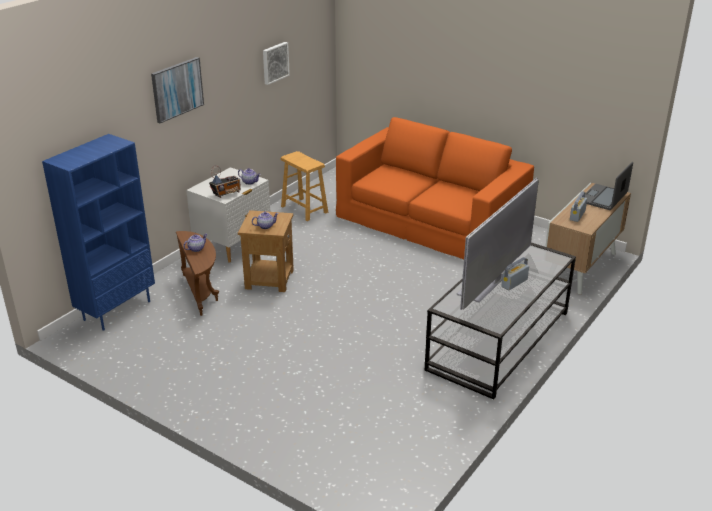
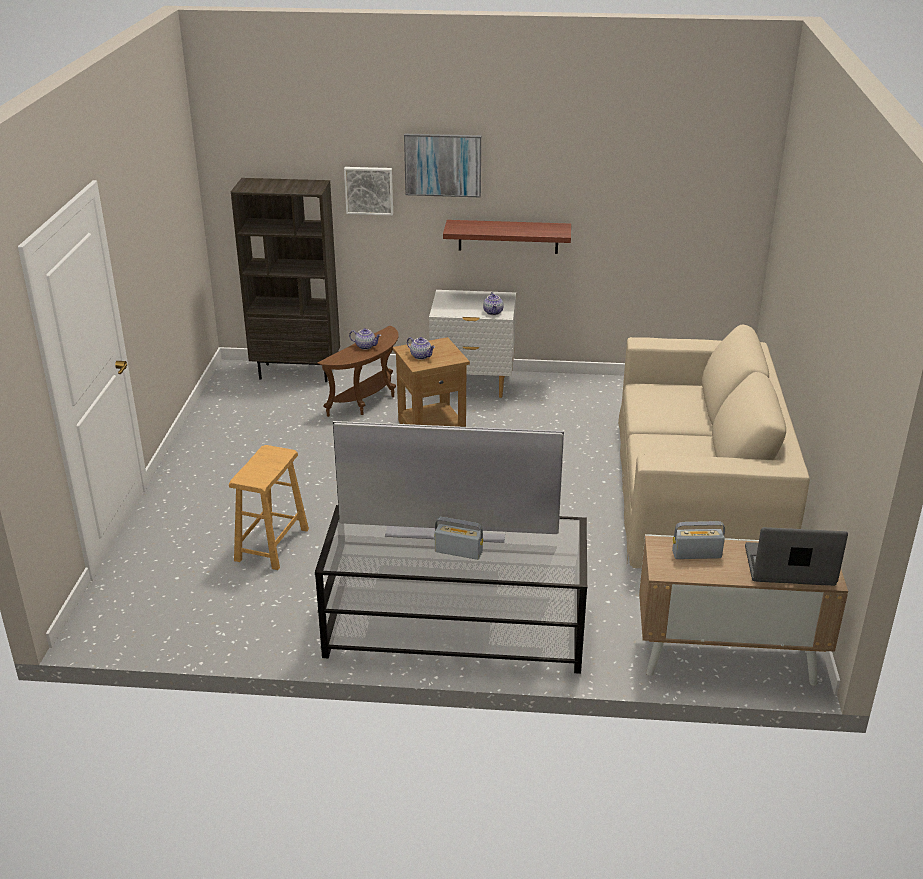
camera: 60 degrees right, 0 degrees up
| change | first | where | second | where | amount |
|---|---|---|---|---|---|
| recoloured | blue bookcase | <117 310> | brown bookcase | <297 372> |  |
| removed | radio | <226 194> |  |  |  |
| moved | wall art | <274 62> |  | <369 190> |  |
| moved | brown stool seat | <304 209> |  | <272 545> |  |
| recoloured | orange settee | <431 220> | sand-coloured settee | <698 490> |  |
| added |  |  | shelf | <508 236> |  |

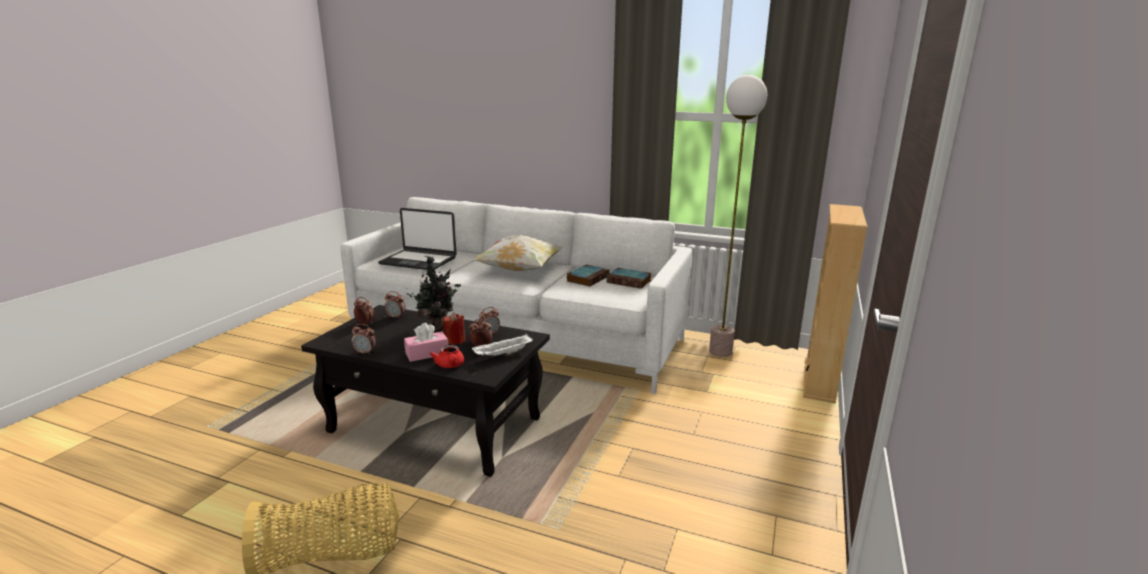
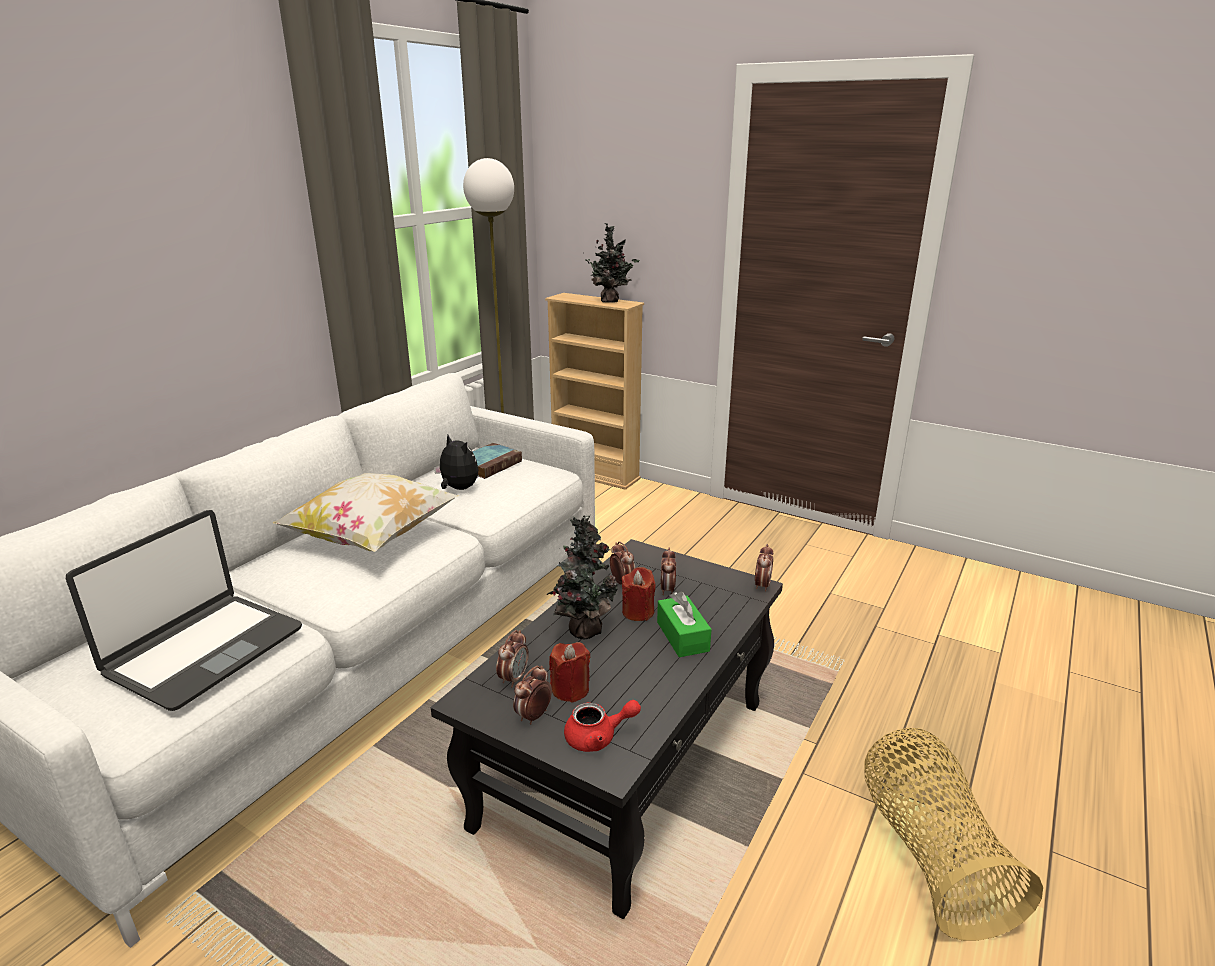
camera: 80 degrees left, 5 degrees up
| change | first | where | second | where | amount |
|---|---|---|---|---|---|
| moved | alarm clock | <365 353> |  | <762 585> |  |
| recoloured | pinkish tissue box | <427 354> | green tissue box | <682 636> |  |
| moved | red-coloured tea pot | <450 366> |  | <598 737> |  |
| removed | white-coloured tray | <503 355> |  |  |  |
| replaced | volume | <588 278> | cuddly toy | <458 489> |  |
| added |  |  | red-coloured wax candle | <570 689> |  |
| added |  |  | houseplant | <611 301> |  |

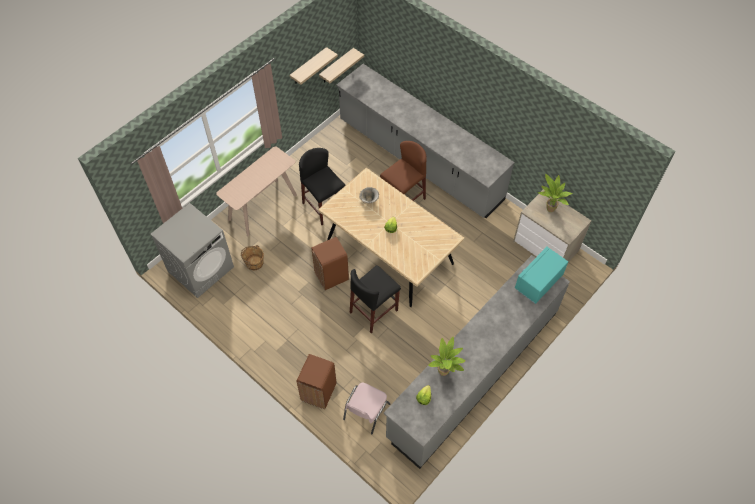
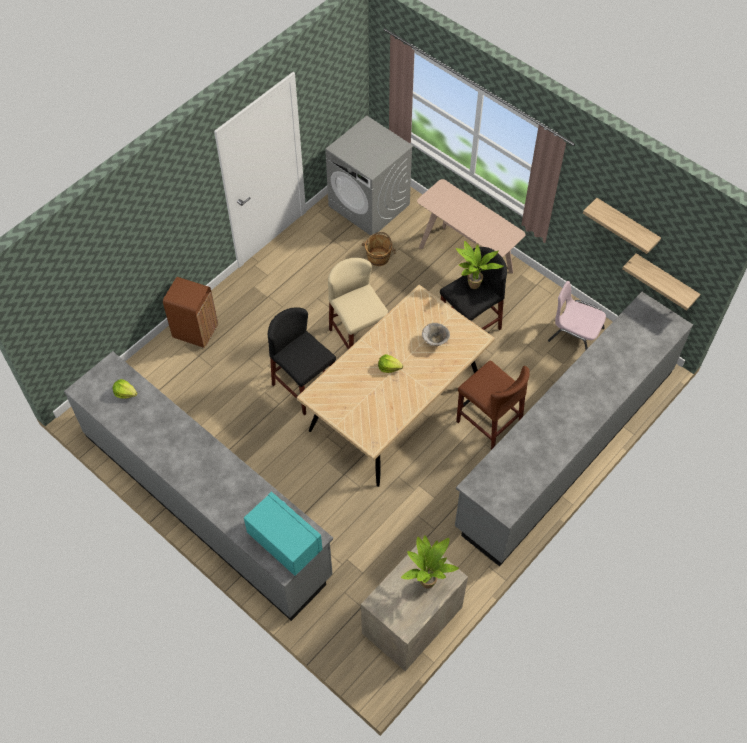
camera: 90 degrees right, 0 degrees up
| change | first | where | second | where | amount |
|---|---|---|---|---|---|
| replaced | brown trash can | <331 276> | sand-coloured stool seat | <358 339> |  |
| moved | pinkish upright chair | <365 412> |  | <575 334> |  |
| moved | houseplant | <445 372> |  | <473 287> |  |

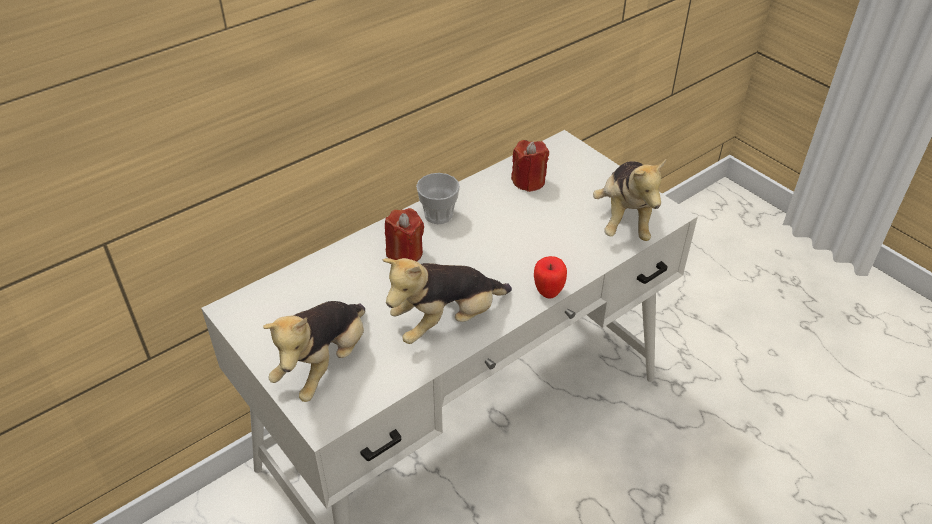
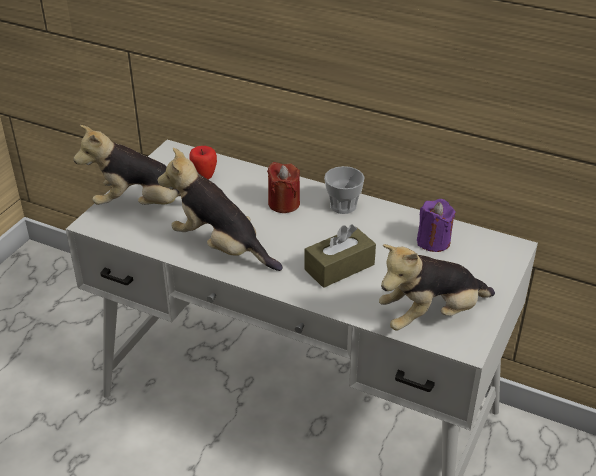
camera: 65 degrees right, 5 degrees down
| change | first | where | second | where | amount |
|---|---|---|---|---|---|
| recoloured | red-coloured wax candle | <528 181> | purple-coloured wax candle | <433 241> |  |
| moved | apple fruit | <548 292> |  | <204 176> |  |
| added |  |  | brown tissue box | <339 267> |  |

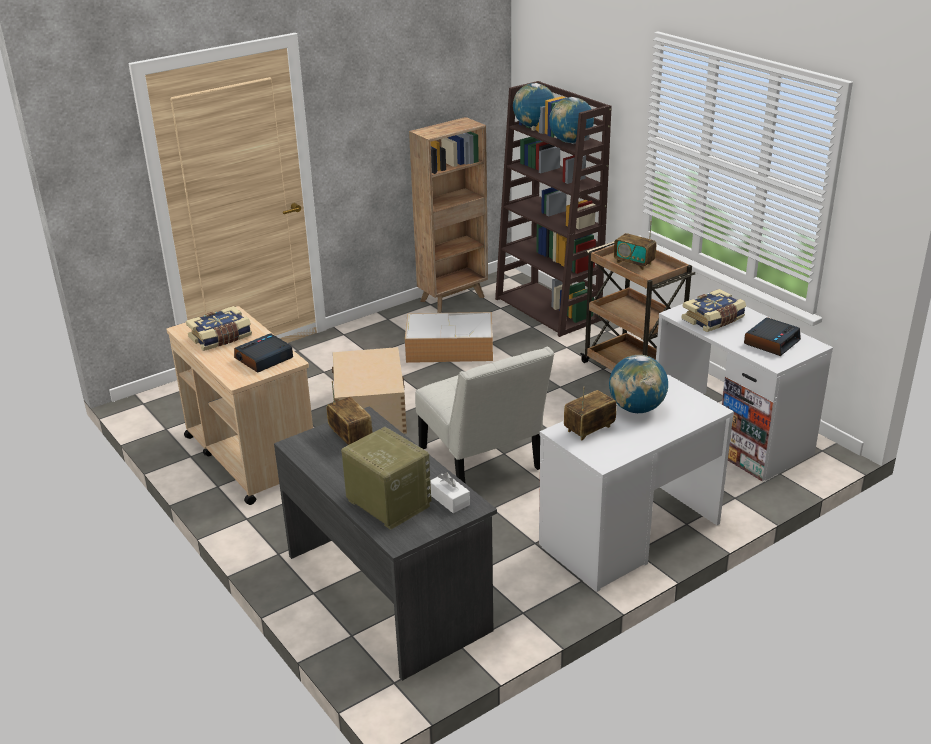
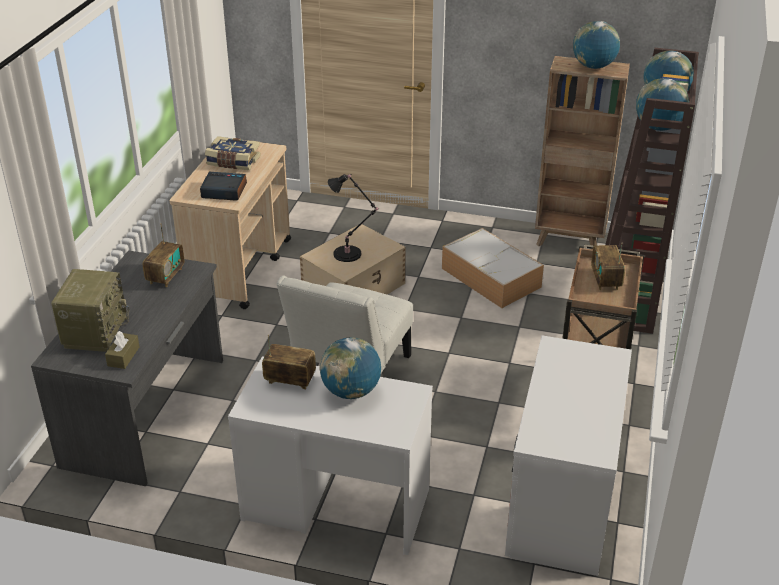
camera: 50 degrees right, 5 degrees up
| change | first | where | second | where | amount |
|---|---|---|---|---|---|
| recoloured | white-coloured tissue box | <449 500> | brown tissue box | <123 356> |  |
| removed | volume | <713 320> |  |  |  |
| removed | alarm clock | <771 342> |  |  |  |
| added |  |  | black-coloured tabletop lamp | <349 254> |  |
| added |  |  | desk globe | <593 67> |  |

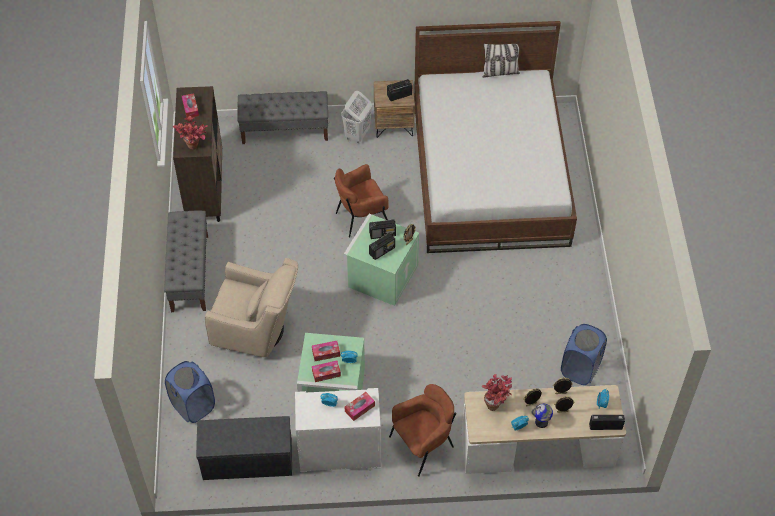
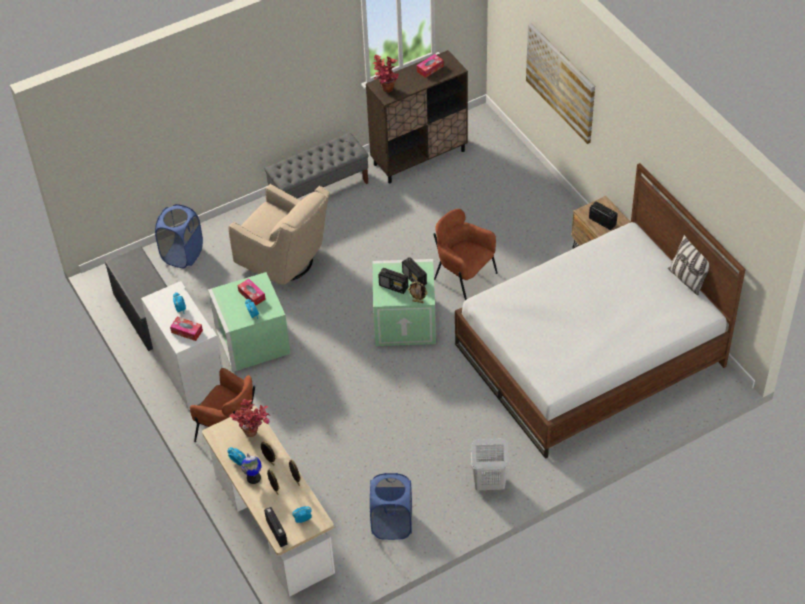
camera: 65 degrees right, 5 degrees down
| change | first | where | second | where | amount |
|---|---|---|---|---|---|
| turned | sand-coloured easy chair | <257 330> |  | <286 261> | 45 degrees counterclockwise |
| removed | gray bench | <285 130> |  |  |  |
| removed | tissue box | <326 373> |  |  |  |
| moved | white-coloured laundry basket | <357 134> |  | <488 483> |  |
| added |  |  | wall art | <560 82> |  |

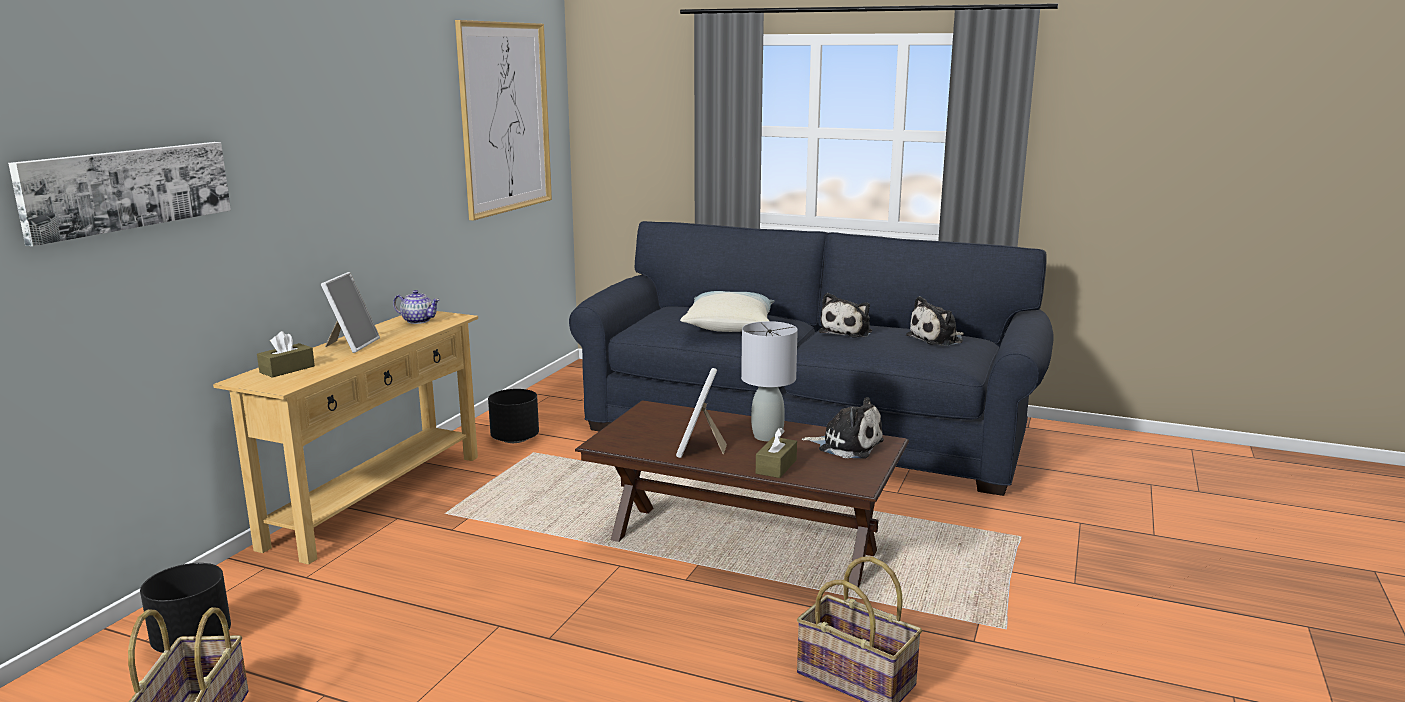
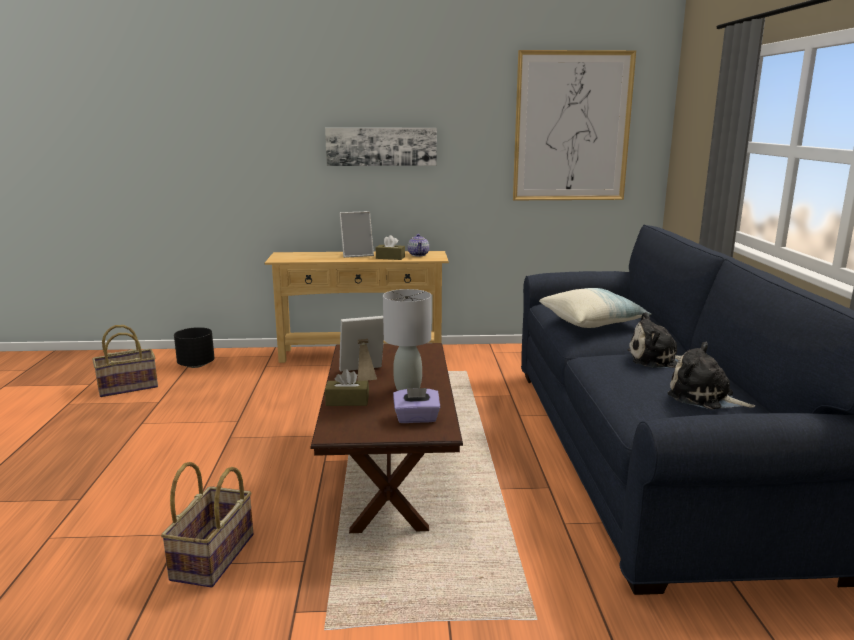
camera: 65 degrees right, 0 degrees up
| change | first | where | second | where | amount |
|---|---|---|---|---|---|
| moved | wall art | <127 189> |  | <381 146> |  |
| moved | brown tissue box | <287 369> |  | <390 258> |  |
| removed | black-coloured planter | <515 439> |  |  |  |
| replaced | cuddly toy | <847 445> | purple-coloured tissue box | <416 418> |  |

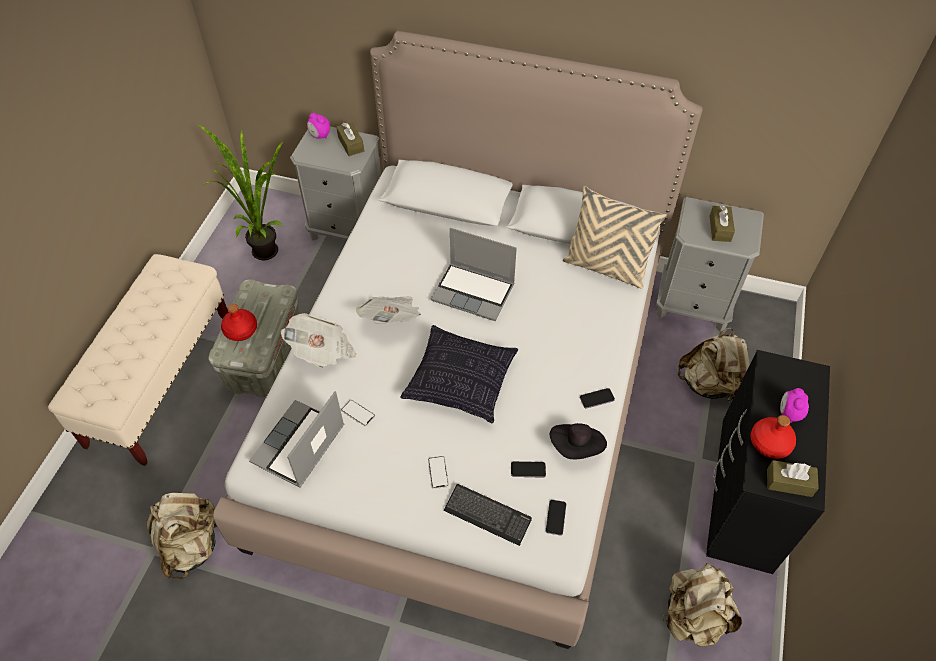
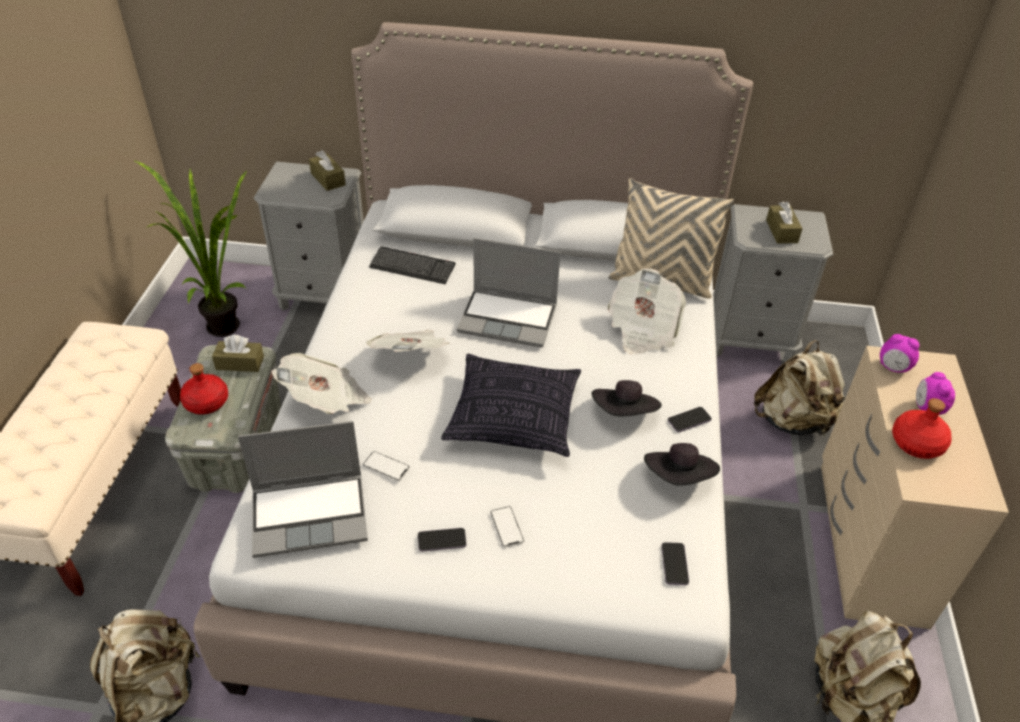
camera: 10 degrees left, 10 degrees down
| change | first | where | second | where | amount |
|---|---|---|---|---|---|
| turned | notebook computer | <299 446> |  | <311 514> | 120 degrees counterclockwise |
| moved | alarm clock | <320 136> |  | <893 368> |  |
| moved | keyboard | <487 515> |  | <412 267> |  |
| moved | handset | <528 470> |  | <442 540> |  |
| recoloured | black-coloured chest of drawers | <743 496> | sand-coloured chest of drawers | <868 542> |  |
| moved | brown tissue box | <789 482> |  | <240 363> |  |
| added |  |  | black-coloured clothing hat | <624 413> |  |
| added |  |  | daily paper | <643 329> |  |

